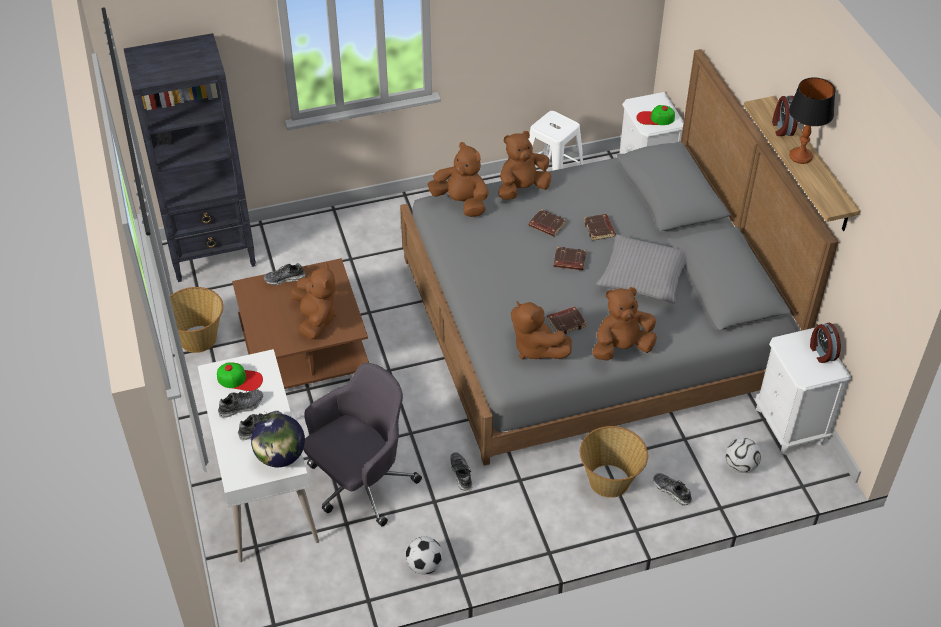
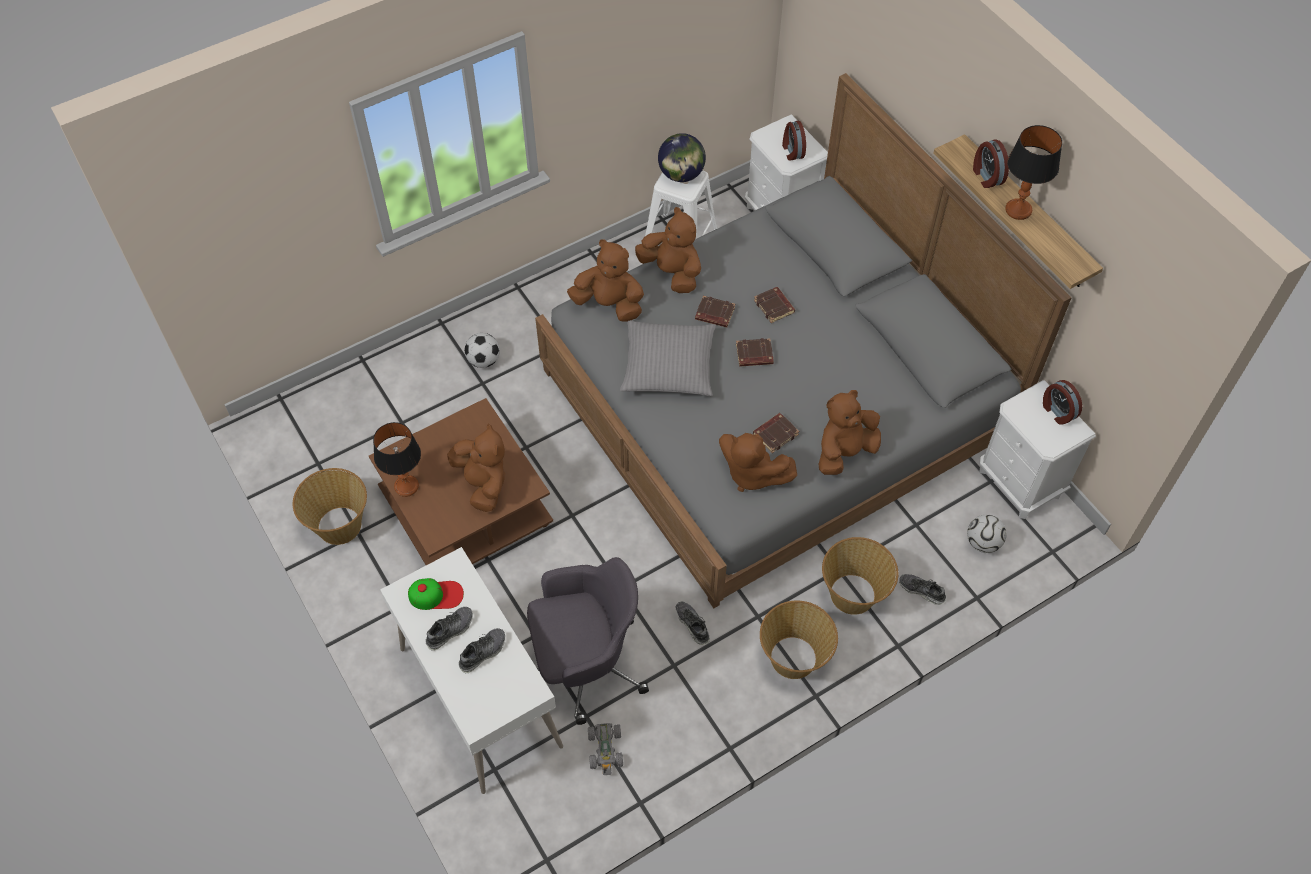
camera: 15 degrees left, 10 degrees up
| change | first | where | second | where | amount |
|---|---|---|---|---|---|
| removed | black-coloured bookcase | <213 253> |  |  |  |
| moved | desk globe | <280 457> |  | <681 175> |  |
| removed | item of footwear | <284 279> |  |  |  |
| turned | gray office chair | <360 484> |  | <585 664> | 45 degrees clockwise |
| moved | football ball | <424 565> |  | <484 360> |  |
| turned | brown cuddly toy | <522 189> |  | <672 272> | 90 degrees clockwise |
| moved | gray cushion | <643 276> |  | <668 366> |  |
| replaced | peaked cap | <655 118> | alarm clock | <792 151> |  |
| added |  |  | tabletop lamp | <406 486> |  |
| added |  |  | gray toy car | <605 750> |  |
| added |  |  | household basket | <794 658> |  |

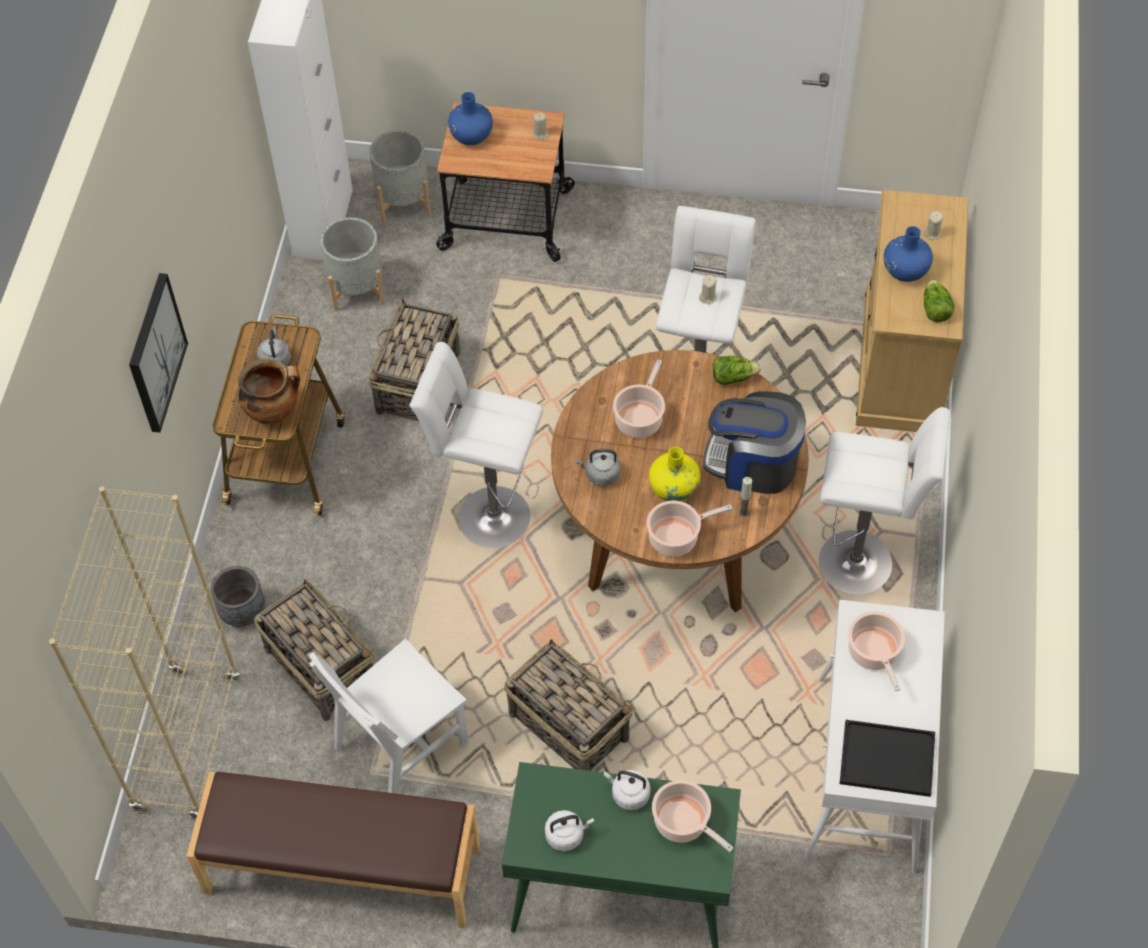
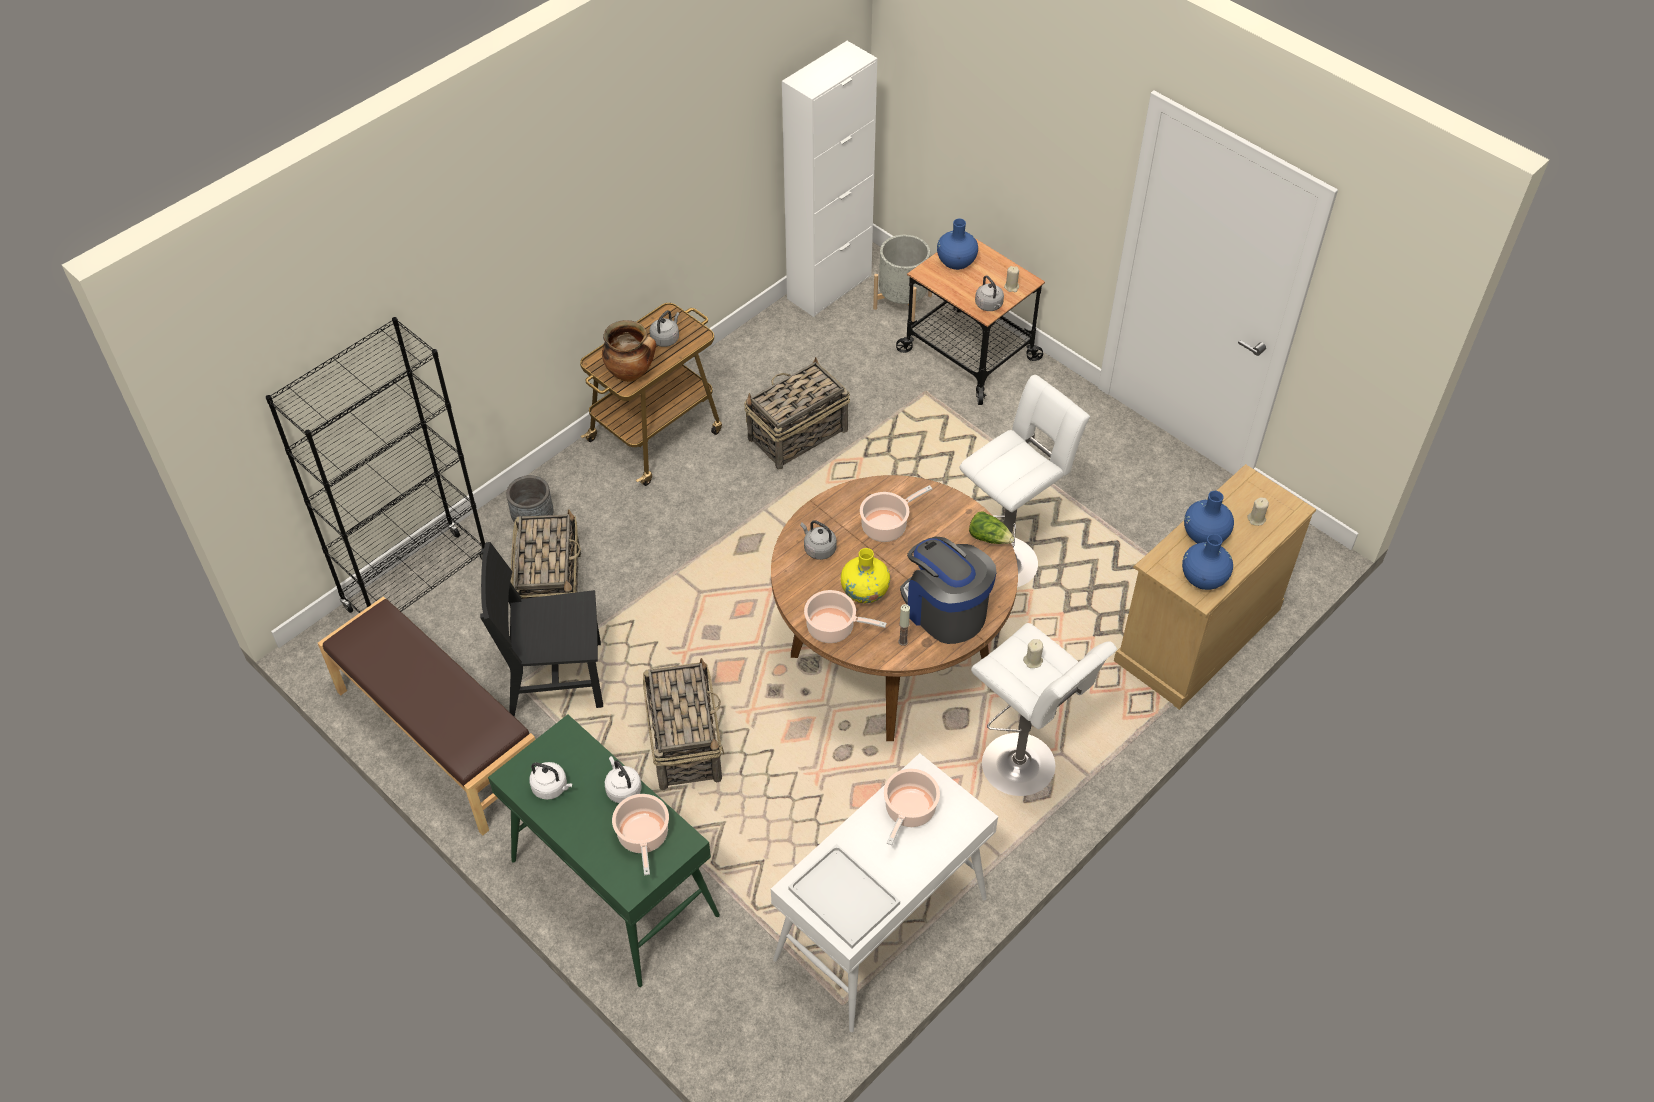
camera: 35 degrees right, 5 degrees down
| change | first | where | second | where | amount |
|---|---|---|---|---|---|
| recoloured | sand-coloured bookcase | <187 743> | black-coloured bookcase | <418 585> |  |
| removed | wall art | <155 353> |  |  |  |
| recoloured | white-coloured upright chair | <400 745> | black-coloured upright chair | <555 679> |  |
| removed | gray planter | <357 288> |  |  |  |
| removed | white-coloured stool seat | <488 516> |  |  |  |
| moved | sand-coloured wax candle | <707 297> |  | <1033 661> |  |
| recoloured | black-coloured tray | <885 760> | white-coloured tray | <841 896> |  |
| replaced | lettuce | <935 309> | blue flower vase | <1203 578> |  |
| added |  |  | gray kettle | <989 305> |  |

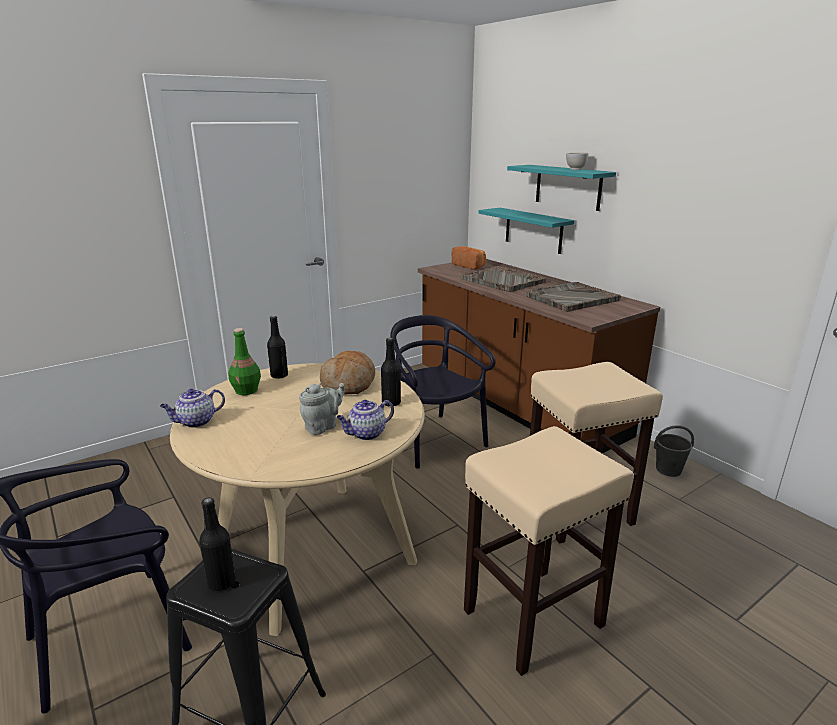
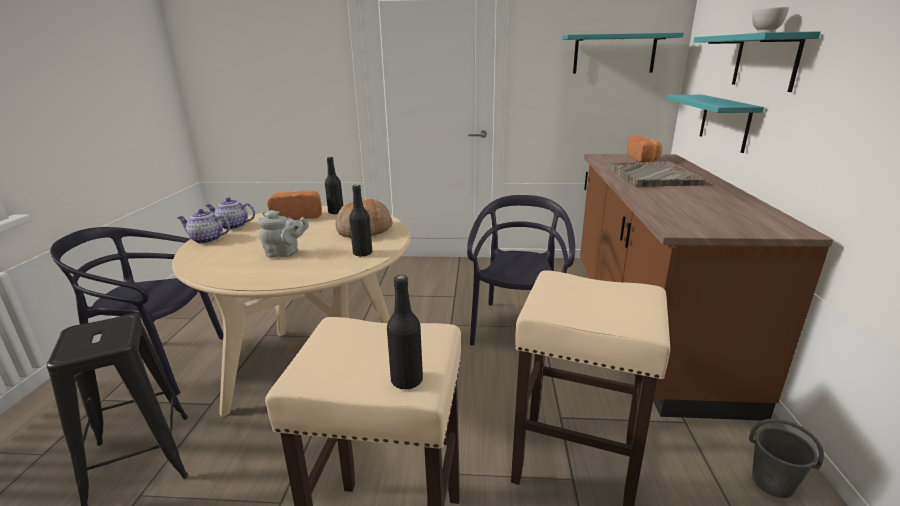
camera: 40 degrees right, 0 degrees up
| change | first | where | second | where | amount |
|---|---|---|---|---|---|
| moved | black-coloured beverage bottle | <221 582> |  | <407 380> |  |
| replaced | green beverage bottle | <247 390> | bread | <298 216> |  |
| moved | tea pot | <366 434> |  | <206 239> |  |
| removed | gray tray | <571 298> |  |  |  |
| added |  |  | turquoise shelf | <614 54> |  |

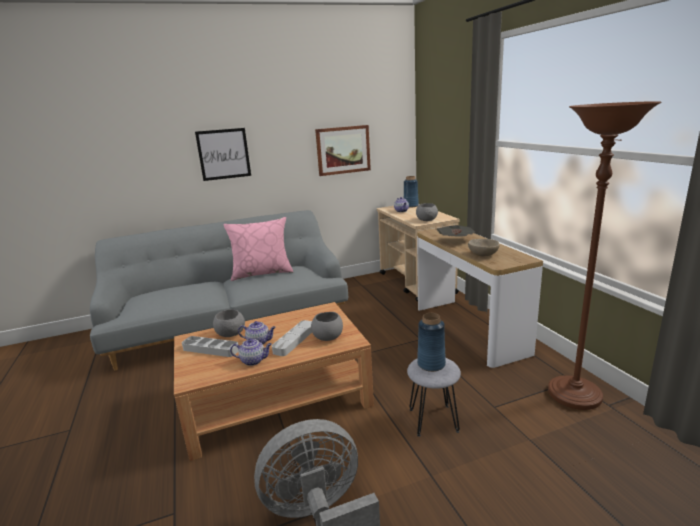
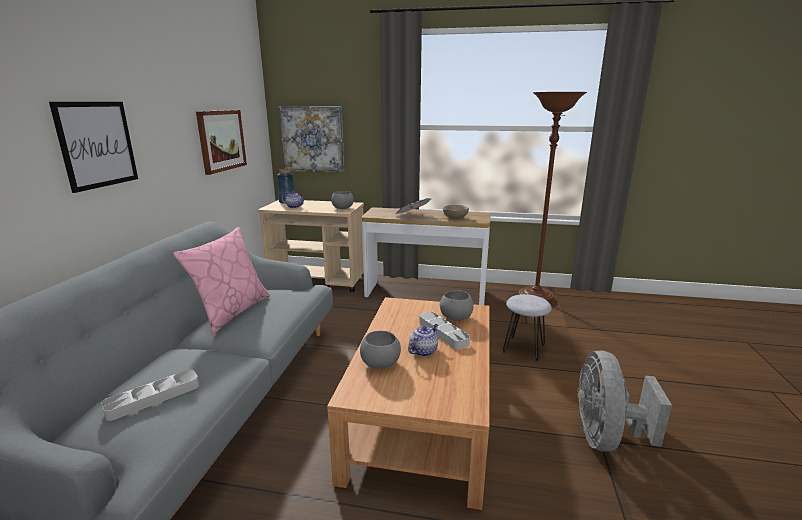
camera: 60 degrees left, 0 degrees up
| change | first | where | second | where | amount |
|---|---|---|---|---|---|
| moved | gray tray | <211 349> |  | <153 398> |  |
| removed | tea pot | <253 360> |  |  |  |
| removed | blue flower vase | <431 364> |  |  |  |
| added |  |  | wall art | <312 139> |  |

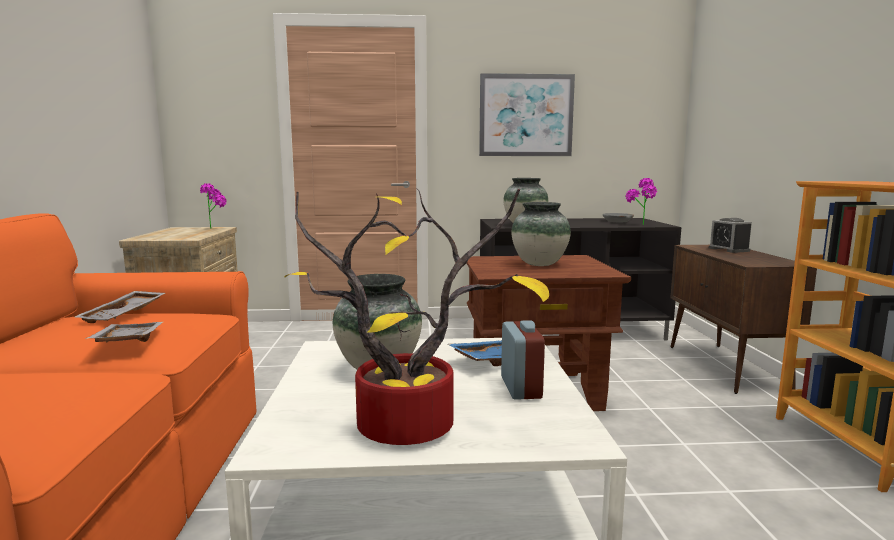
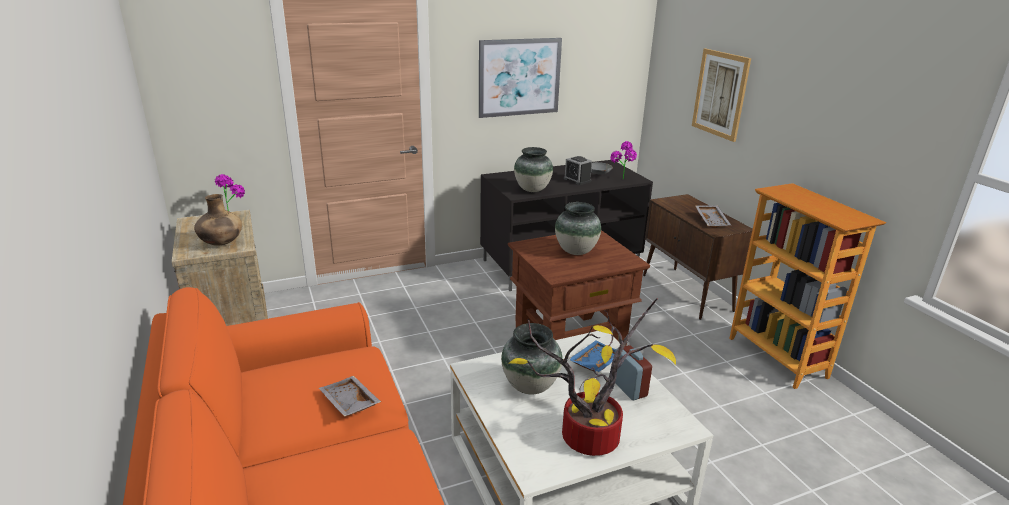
camera: 20 degrees left, 15 degrees up
| change | first | where | second | where | amount |
|---|---|---|---|---|---|
| moved | gray tray | <124 315> |  | <712 221> |  |
| moved | alarm clock | <728 249> |  | <577 180> |  |
| added |  |  | brown flower vase | <221 243> |  |
| added |  |  | wall art | <720 94> |  |

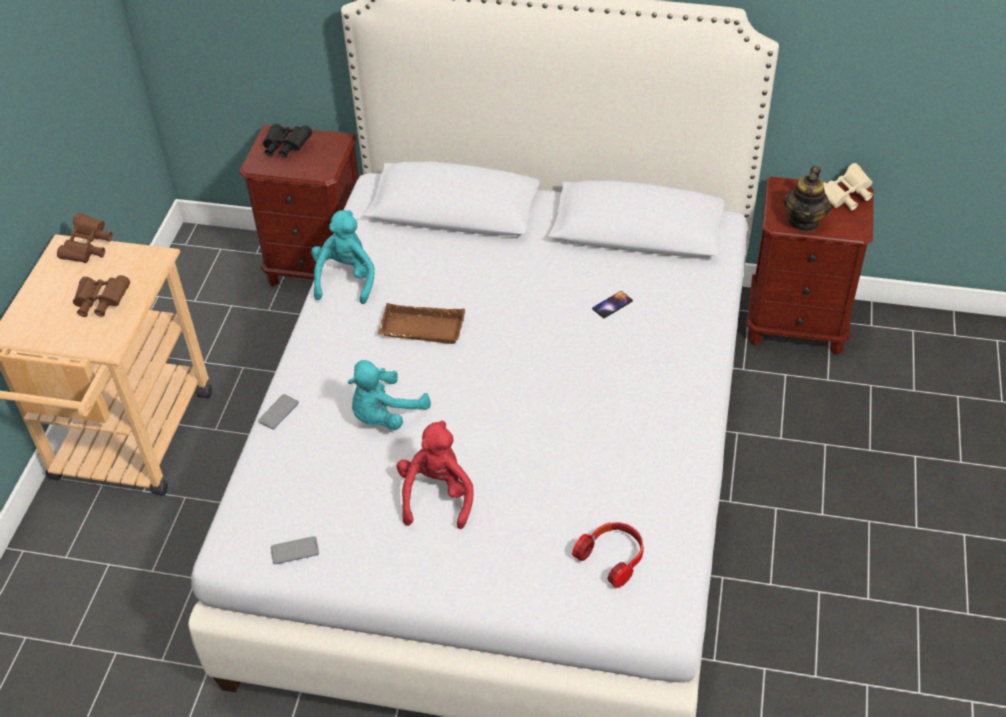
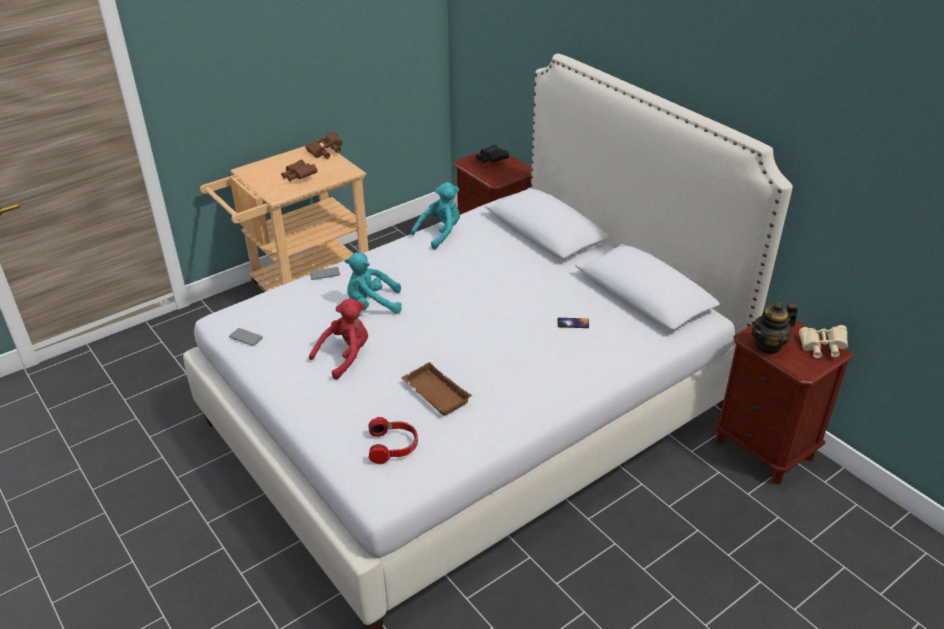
camera: 40 degrees right, 10 degrees down
| change | first | where | second | where | amount |
|---|---|---|---|---|---|
| moved | brown tray | <420 330> |  | <434 394> |  |

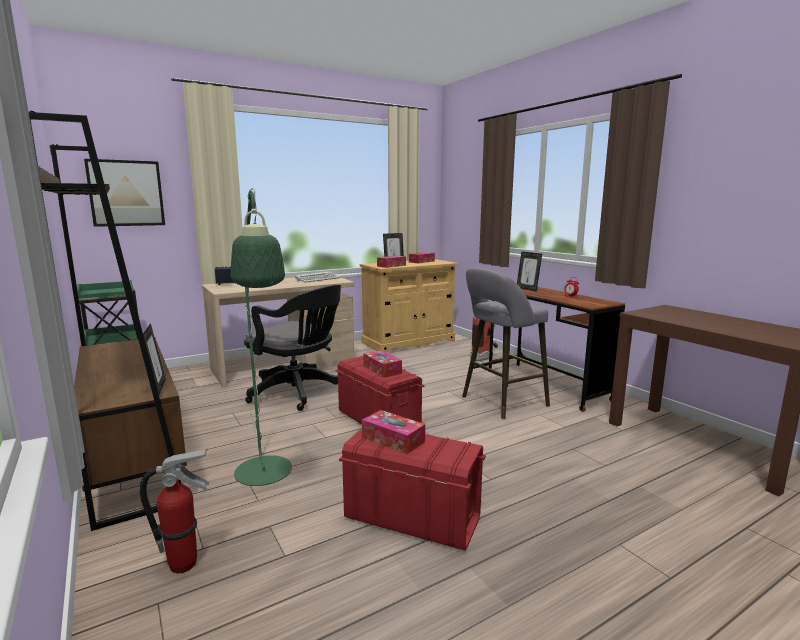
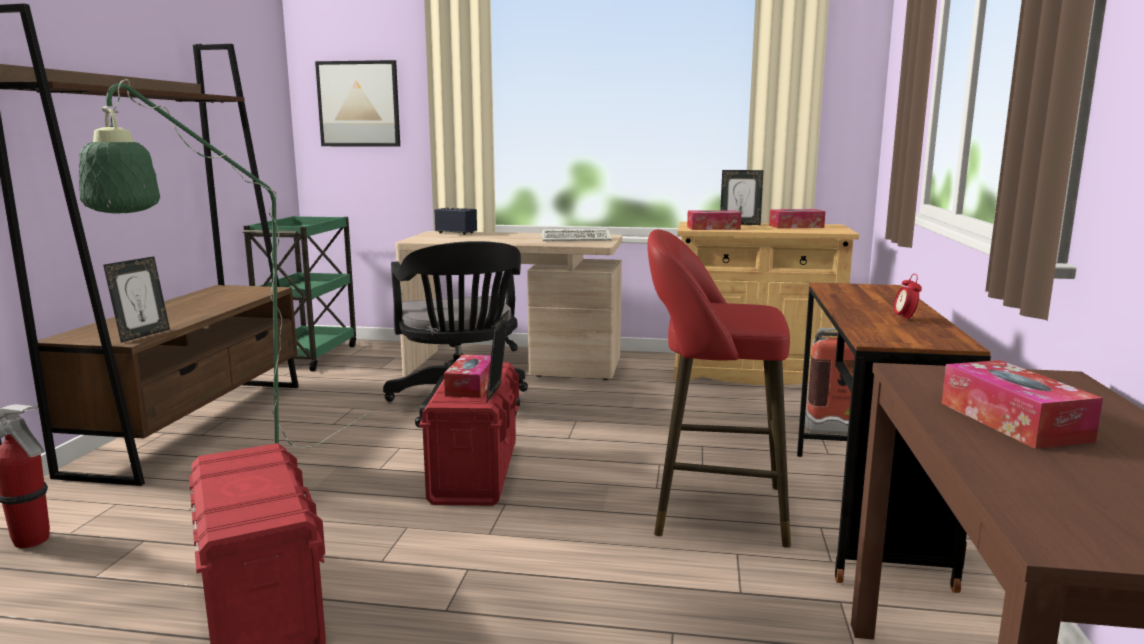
camera: 40 degrees right, 0 degrees up
| change | first | where | second | where | amount |
|---|---|---|---|---|---|
| moved | tissue box | <393 439> |  | <1013 421> |  |
| recoloured | gray stool seat | <501 402> | red-coloured stool seat | <710 509> |  |
| moved | photo frame | <527 289> |  | <498 393> |  |

